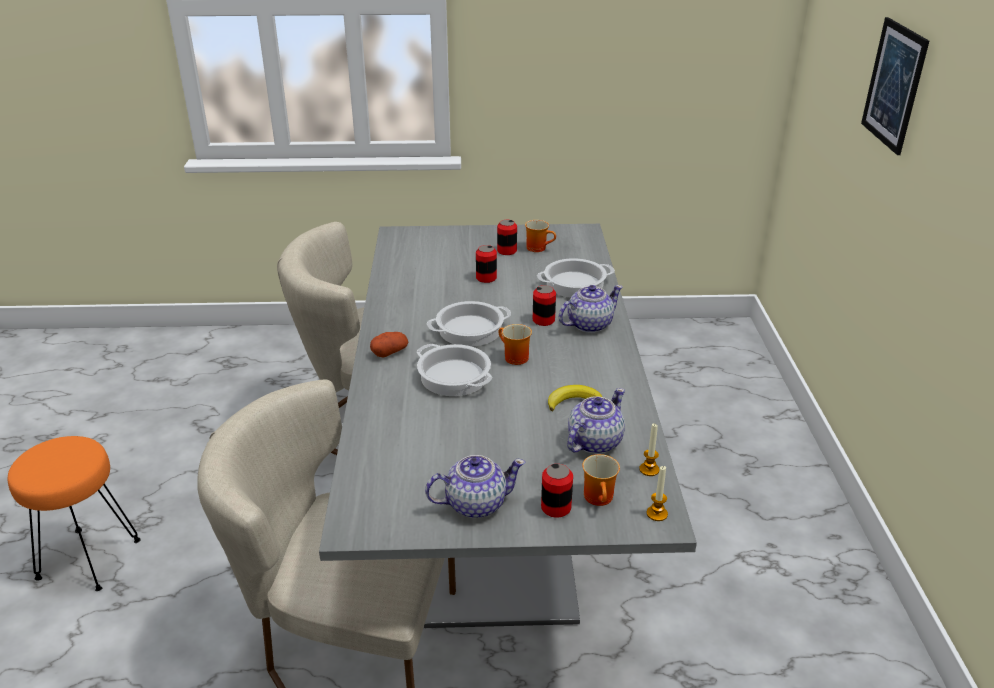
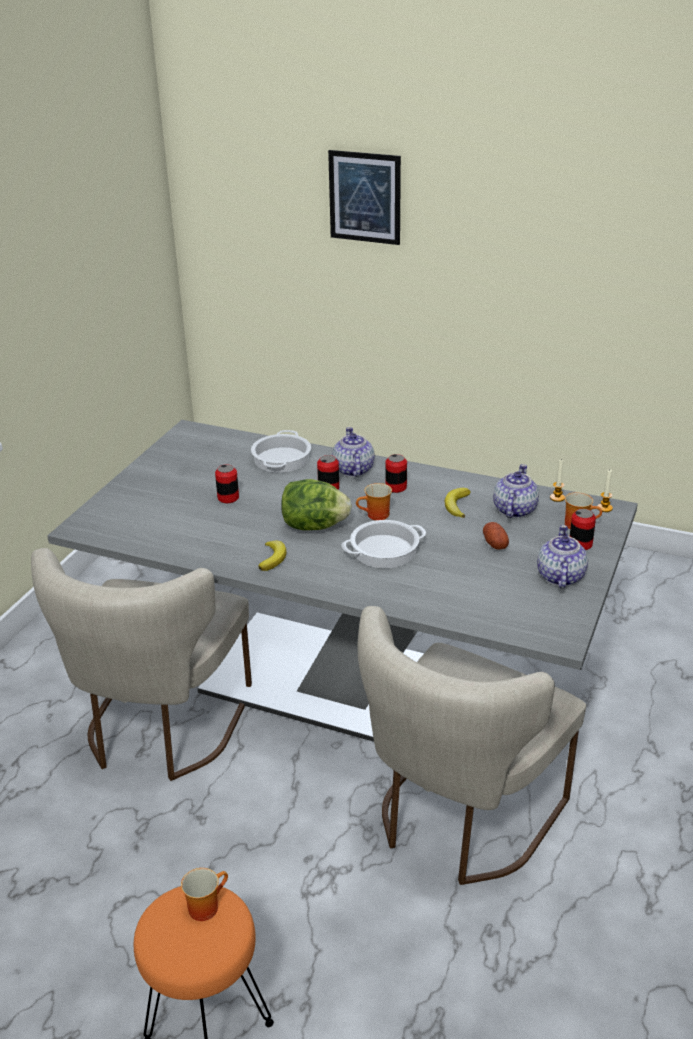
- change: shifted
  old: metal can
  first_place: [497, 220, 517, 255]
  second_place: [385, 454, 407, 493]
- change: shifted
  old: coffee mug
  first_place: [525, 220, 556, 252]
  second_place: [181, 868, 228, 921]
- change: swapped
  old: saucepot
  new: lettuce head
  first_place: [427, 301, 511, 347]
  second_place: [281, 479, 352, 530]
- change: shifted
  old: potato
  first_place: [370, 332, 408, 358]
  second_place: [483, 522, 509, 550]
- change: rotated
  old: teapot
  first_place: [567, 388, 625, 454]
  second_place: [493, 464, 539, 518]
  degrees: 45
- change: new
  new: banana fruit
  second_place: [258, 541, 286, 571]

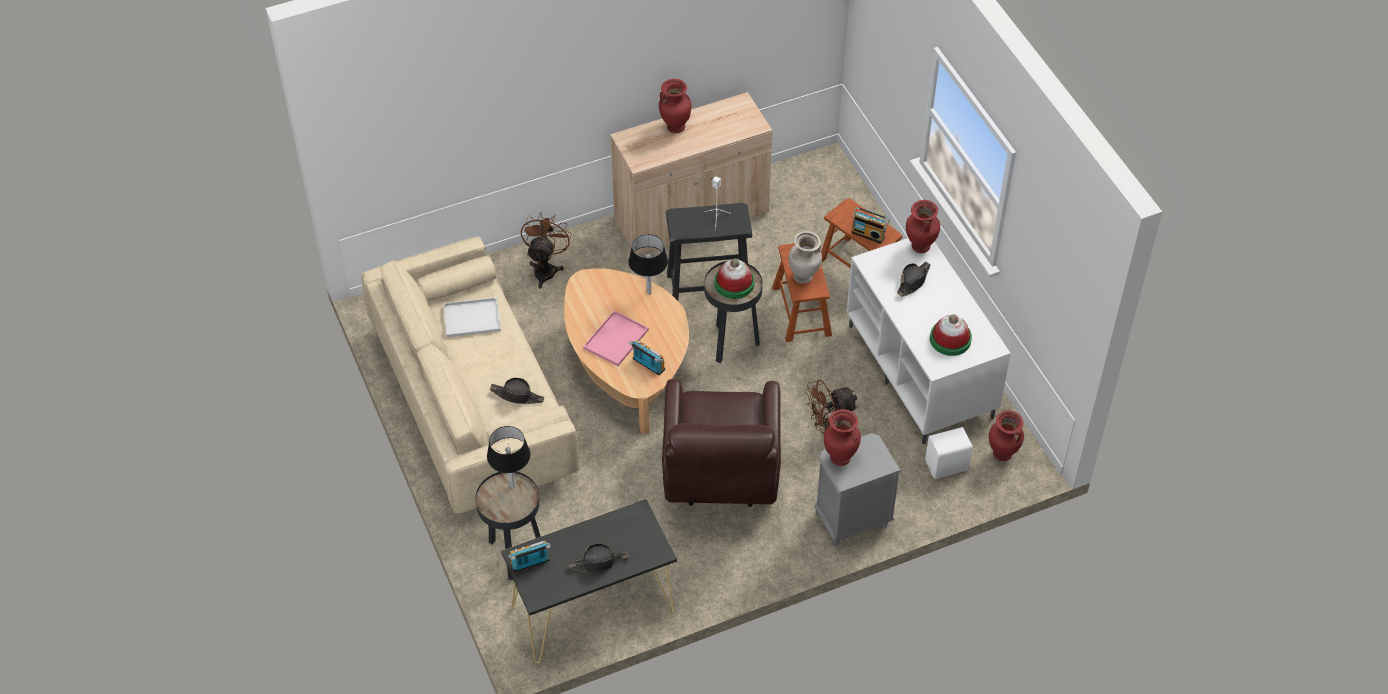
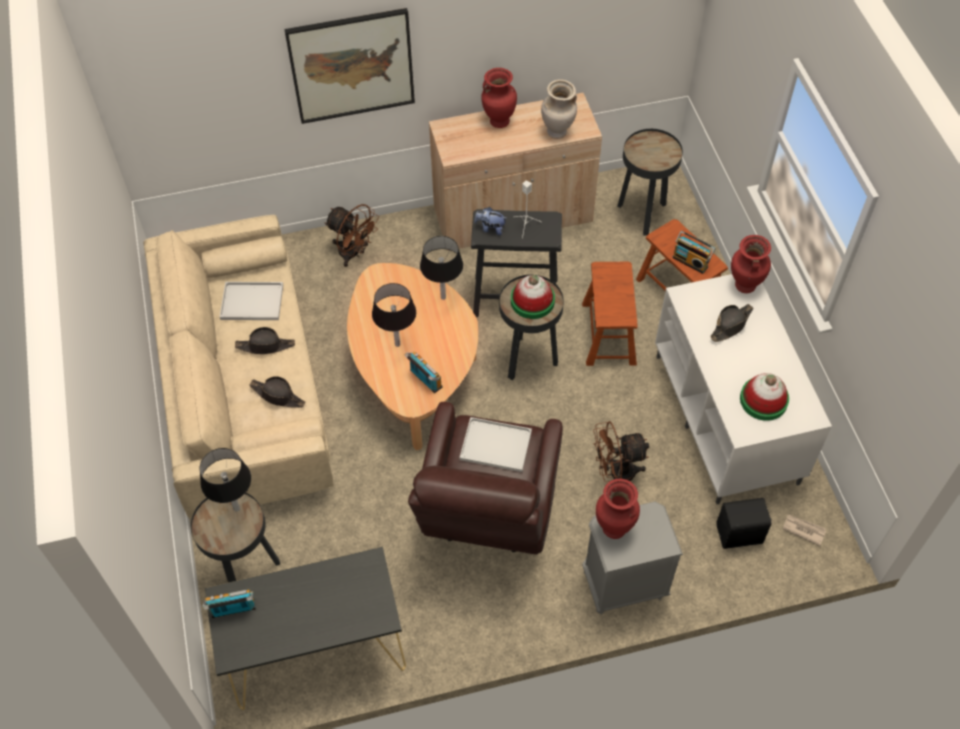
- change: rotated
  old: brown electric fan
  first_place: [521, 212, 572, 288]
  second_place: [325, 204, 379, 267]
  degrees: 105
- change: shifted
  old: beige decorative vase
  first_place: [788, 231, 822, 284]
  second_place: [541, 79, 577, 139]
- change: swapped
  old: pink-coloured serving tray
  new: black lamp for a table
  first_place: [583, 311, 649, 366]
  second_place: [372, 283, 416, 347]
- change: swapped
  old: red-coloured decorative vase
  new: daily paper
  first_place: [989, 410, 1024, 461]
  second_place: [783, 515, 826, 546]
- change: repainted
  old: white loudspeaker
  new: black loudspeaker
  first_place: [925, 427, 972, 479]
  second_place: [716, 498, 772, 549]
- change: shifted
  old: black wearable hat
  first_place: [569, 543, 629, 572]
  second_place: [235, 327, 295, 354]
- change: new
  new: picture
  second_place: [284, 8, 415, 124]
- change: new
  new: black side table
  second_place: [617, 129, 683, 236]
- change: new
  new: cuddly toy
  second_place: [474, 207, 506, 235]
- change: new
  new: white serving tray
  second_place: [460, 417, 532, 472]

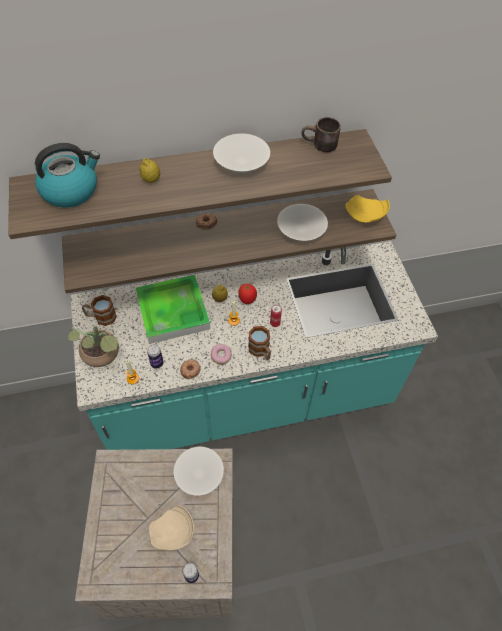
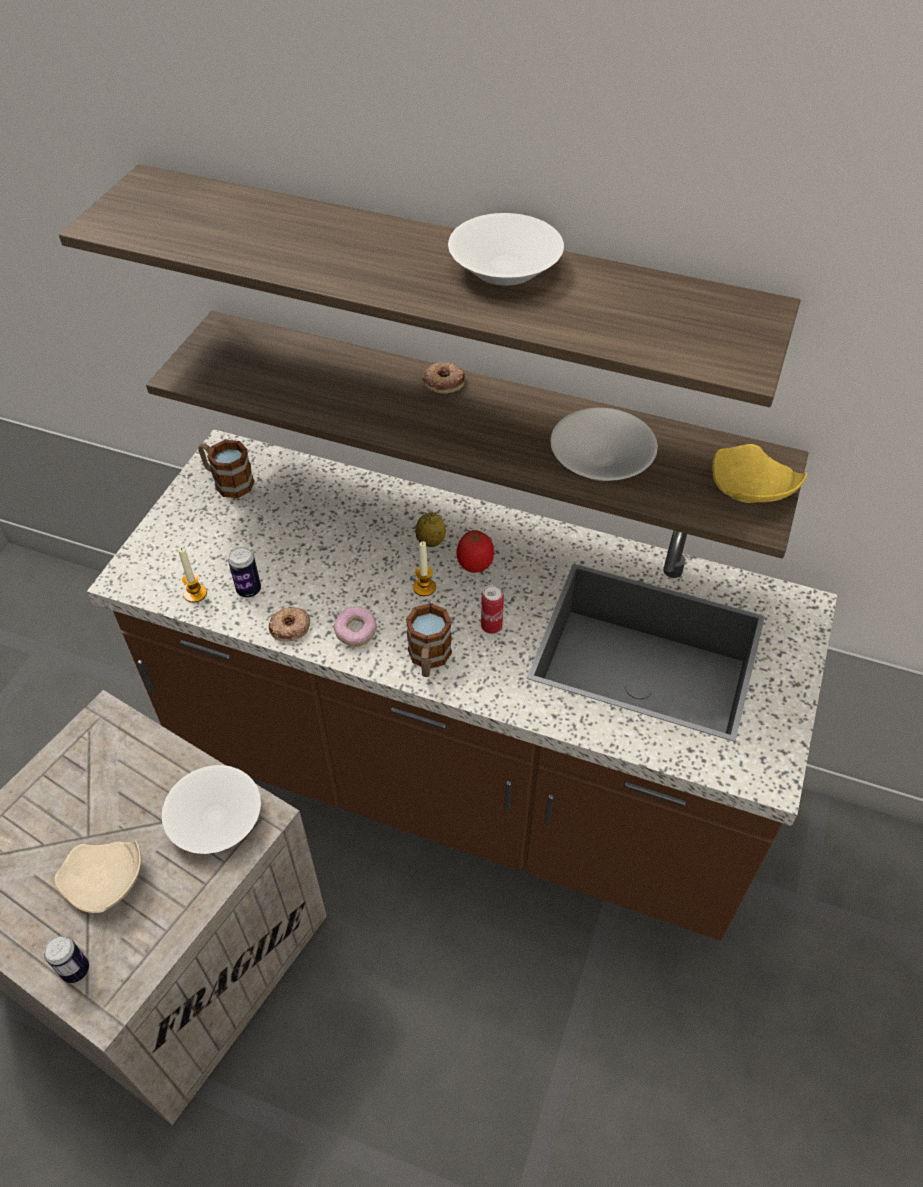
- change: gone
  old: brown coffee mug
  first_place: [301, 117, 341, 152]
- change: gone
  old: kettle
  first_place: [35, 143, 100, 208]
- change: gone
  old: citrus fruit
  first_place: [140, 158, 160, 183]
- change: repainted
  old: turquoise kitchen base unit
  new: brown kitchen base unit
  first_place: [71, 241, 438, 450]
  second_place: [87, 429, 837, 941]
- change: gone
  old: serving tray
  first_place: [136, 275, 210, 344]
- change: gone
  old: houseplant
  first_place: [68, 324, 119, 367]

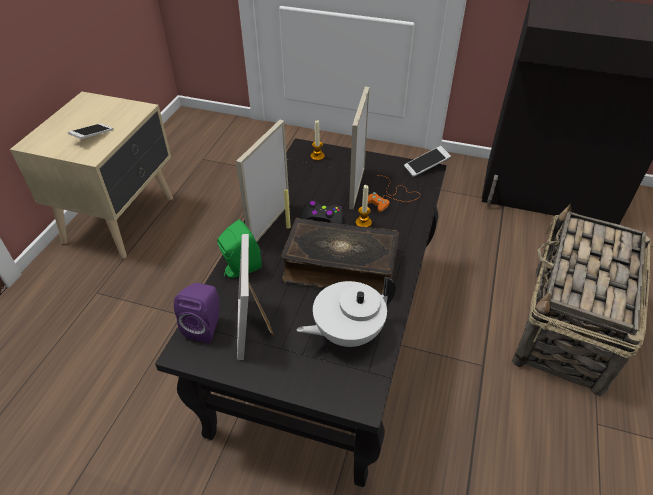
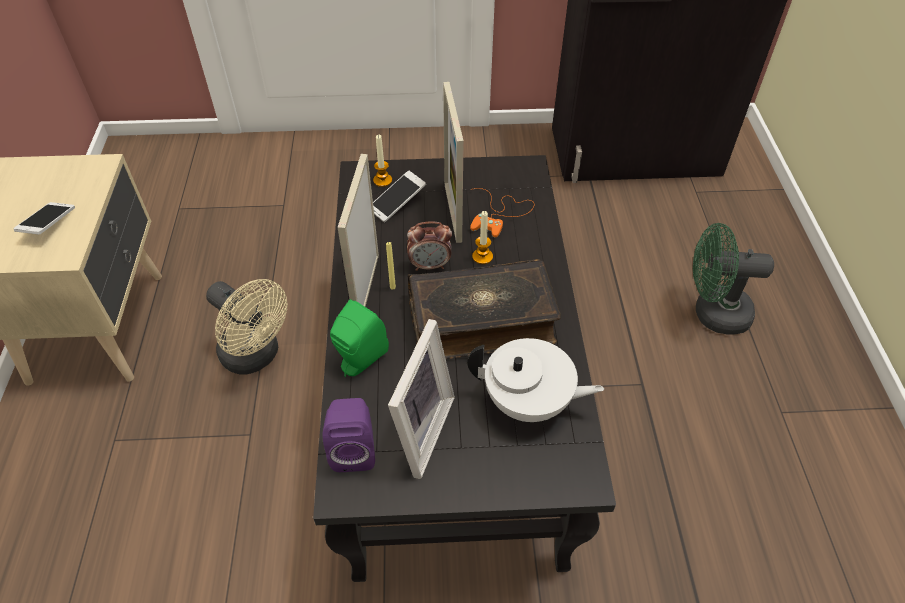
- change: shifted
  old: telephone
  first_place: [404, 146, 451, 177]
  second_place: [373, 171, 426, 222]
- change: swapped
  old: black joypad
  new: alarm clock
  first_place: [299, 201, 343, 224]
  second_place: [407, 221, 452, 271]
- change: swapped
  old: storage basket
  new: green-coloured electric fan
  first_place: [512, 204, 651, 396]
  second_place: [693, 223, 774, 335]
- change: rotated
  old: standing frame
  first_place: [237, 234, 274, 360]
  second_place: [388, 319, 455, 479]
  degrees: -135
- change: rotated
  old: white teapot
  first_place: [297, 277, 396, 347]
  second_place: [467, 338, 604, 422]
  degrees: -120
- change: new
  new: beige electric fan
  second_place: [206, 279, 288, 375]

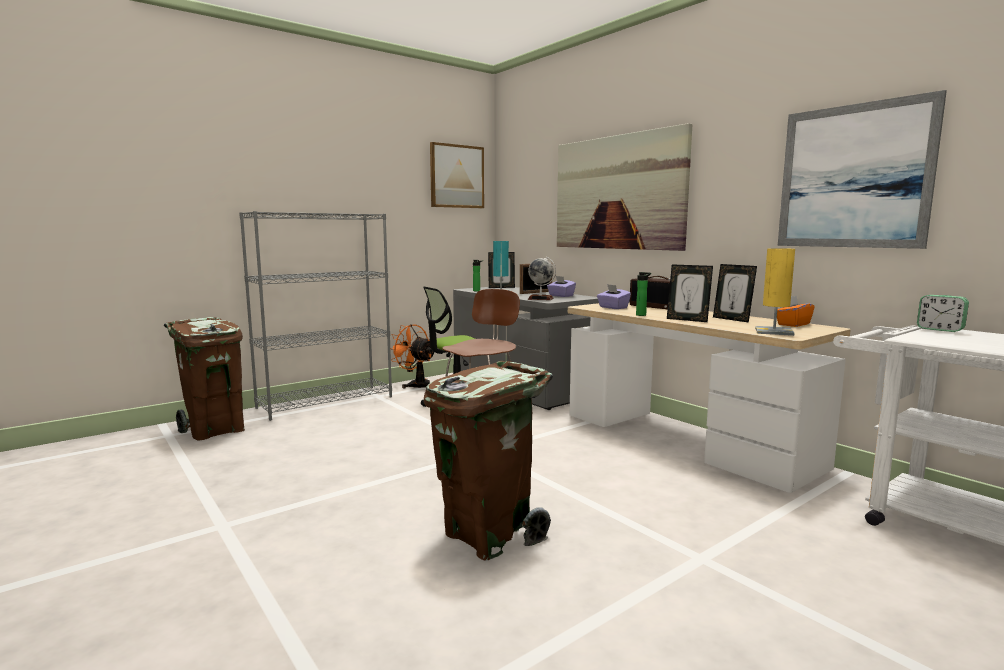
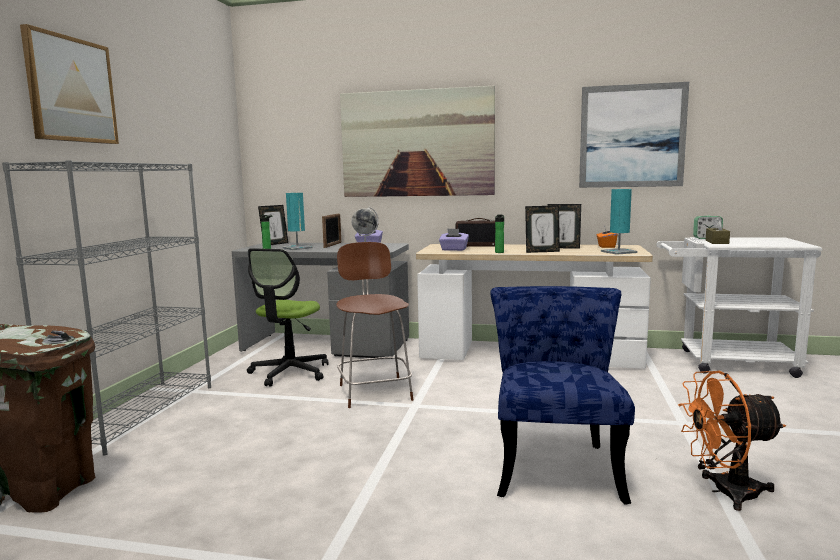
- change: shifted
  old: picture
  first_place: [430, 142, 484, 208]
  second_place: [20, 24, 119, 144]
- change: repainted
  old: yellow-coloured lamp for a table
  new: turquoise lamp for a table
  first_place: [755, 248, 795, 336]
  second_place: [601, 189, 638, 255]
- change: shifted
  old: orange electric fan
  first_place: [390, 325, 434, 388]
  second_place: [678, 371, 786, 511]
- change: swapped
  old: brown waste bin
  new: blue plain chair
  first_place: [424, 361, 553, 561]
  second_place: [490, 286, 635, 504]
- change: new
  new: brown tissue box
  second_place: [706, 217, 730, 244]

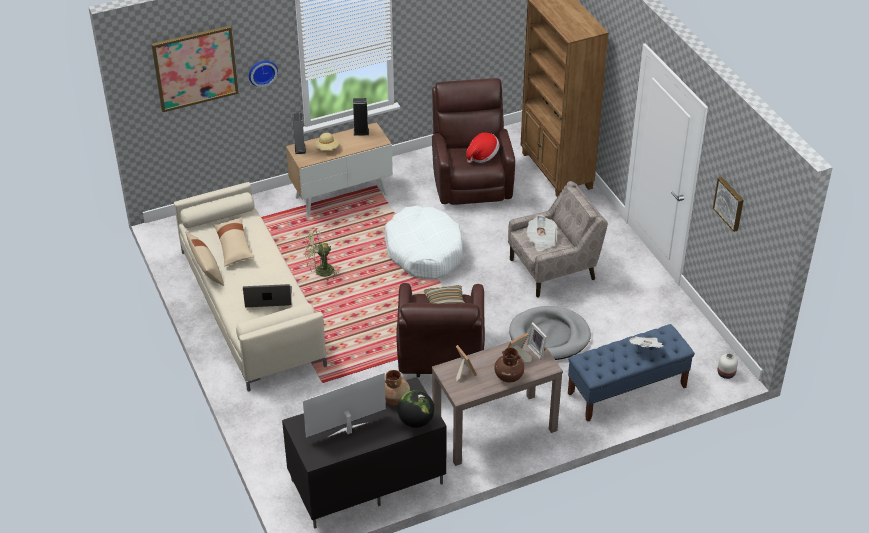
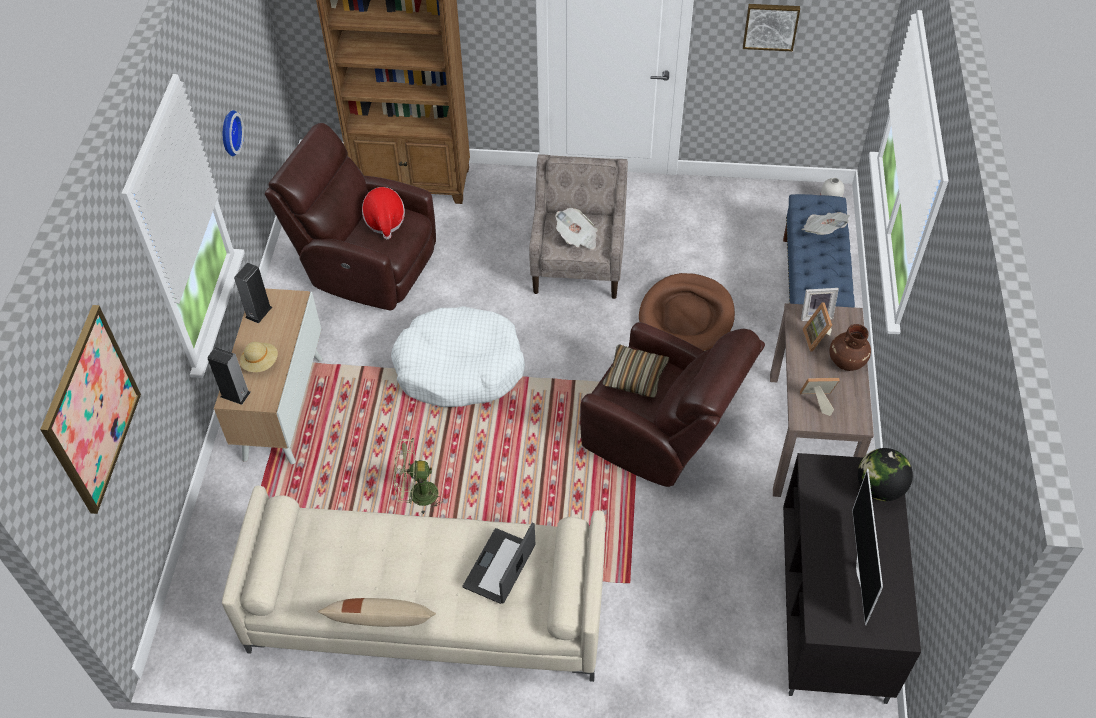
- change: shifted
  old: clock on the wall
  first_place: [249, 60, 278, 87]
  second_place: [223, 110, 244, 156]
- change: gone
  old: beige pillow
  first_place: [213, 217, 254, 266]
- change: rotated
  old: green-coloured electric fan
  first_place: [304, 229, 339, 281]
  second_place: [394, 438, 444, 514]
  degrees: 75
- change: repainted
  old: grey dog bed
  new: brown dog bed
  first_place: [509, 306, 591, 360]
  second_place: [639, 273, 735, 351]
- change: gone
  old: brown decorative vase
  first_place: [385, 370, 410, 405]

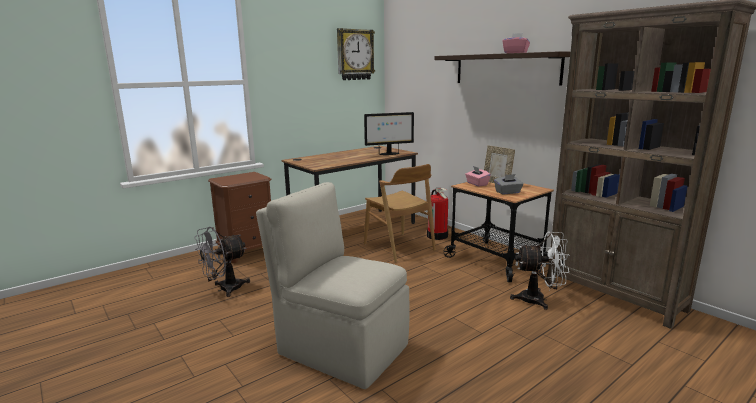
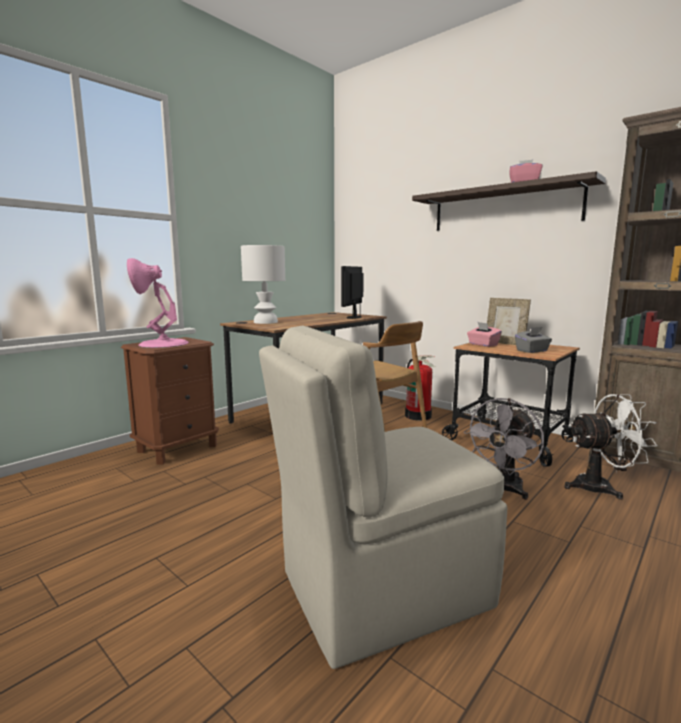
- change: gone
  old: clock on the wall
  first_place: [337, 28, 375, 80]
- change: rotated
  old: computer display
  first_place: [364, 112, 414, 155]
  second_place: [341, 266, 364, 319]
  degrees: 135
- change: rotated
  old: beige plain chair
  first_place: [256, 182, 409, 389]
  second_place: [259, 326, 507, 669]
  degrees: -45
- change: shifted
  old: grey electric fan
  first_place: [194, 227, 250, 297]
  second_place: [464, 398, 544, 500]
- change: new
  new: white lamp for a table
  second_place: [241, 245, 285, 324]
- change: new
  new: pink-coloured lamp for a table
  second_place: [127, 258, 189, 348]

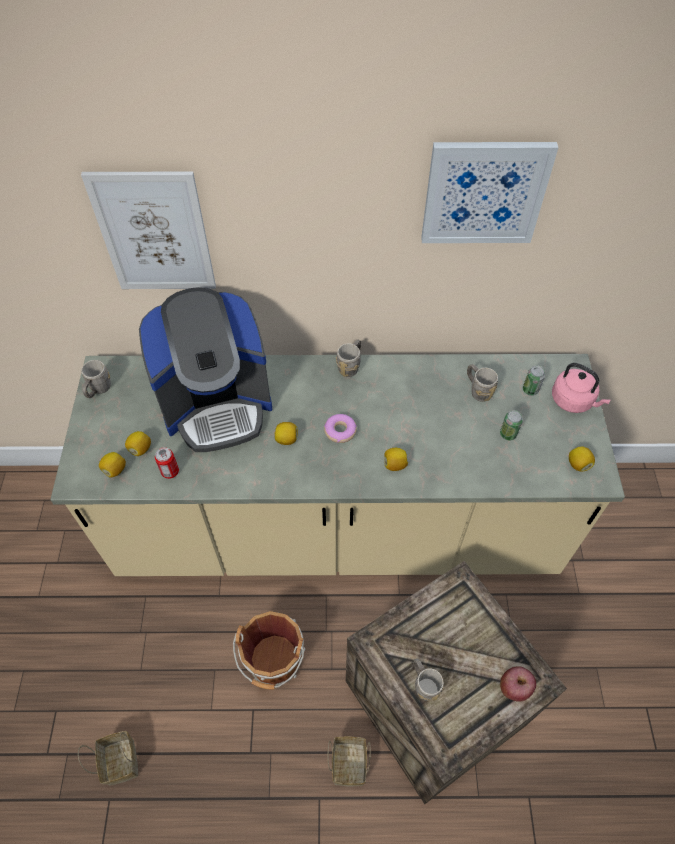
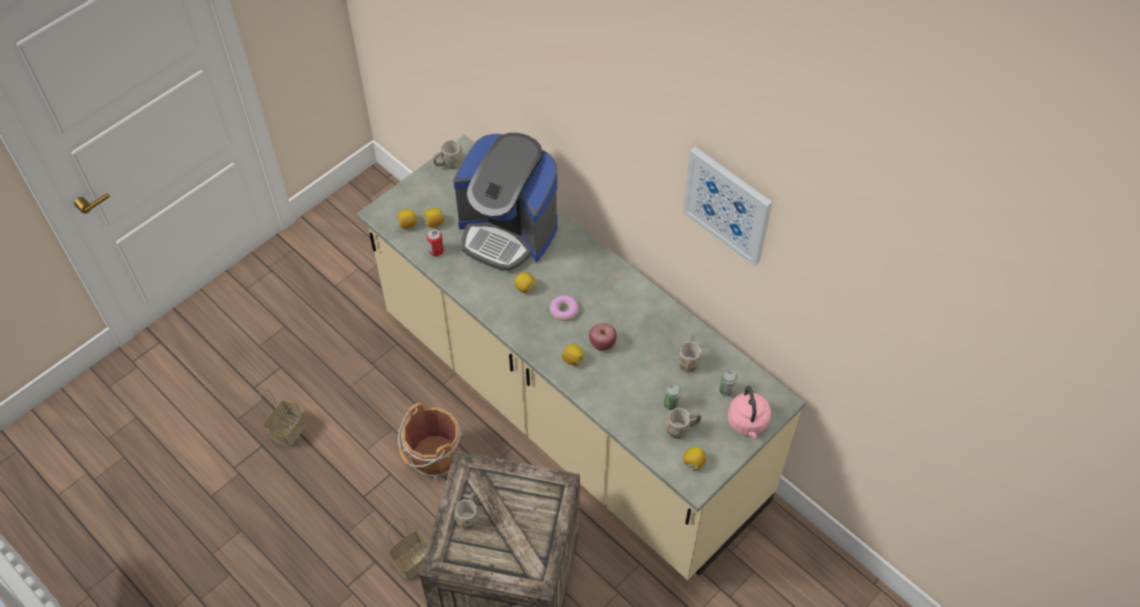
- change: gone
  old: picture
  first_place: [81, 171, 216, 289]
- change: shifted
  old: grey coffee mug
  first_place: [336, 339, 361, 377]
  second_place: [666, 408, 701, 439]
- change: shifted
  old: whole apple
  first_place: [500, 666, 536, 702]
  second_place: [589, 323, 617, 350]

